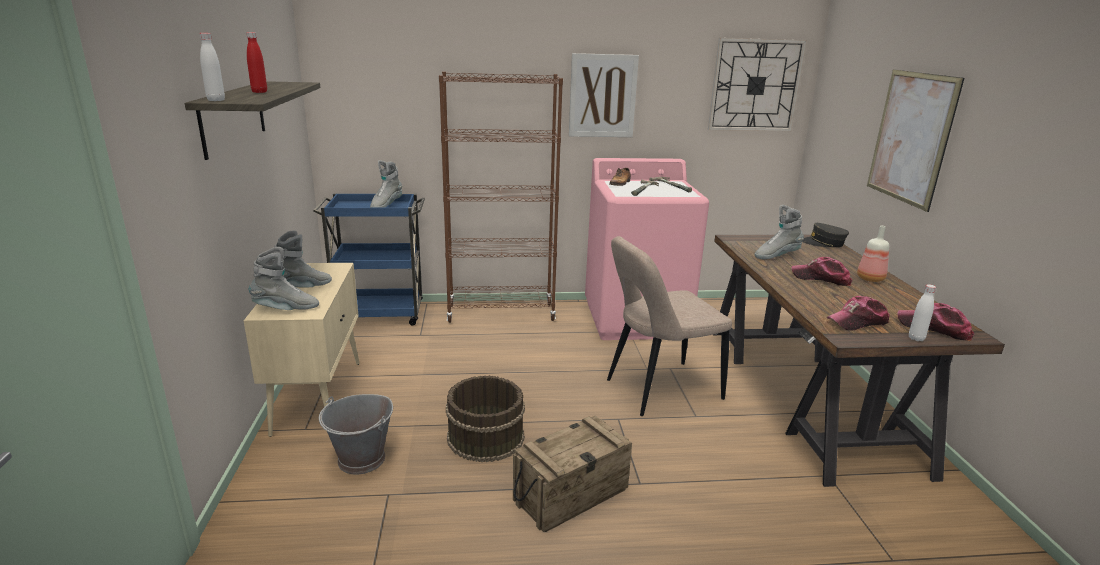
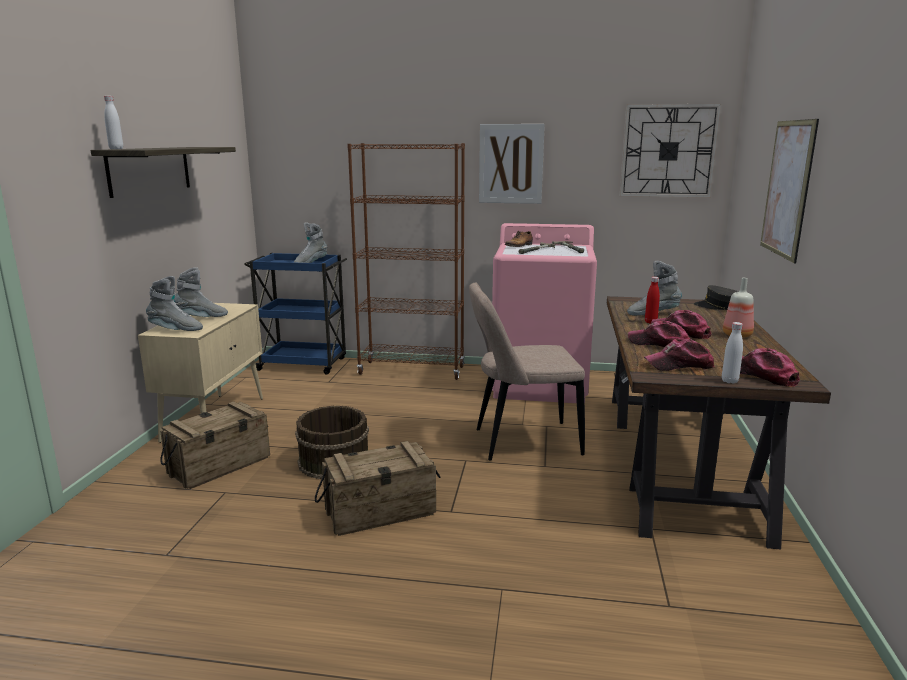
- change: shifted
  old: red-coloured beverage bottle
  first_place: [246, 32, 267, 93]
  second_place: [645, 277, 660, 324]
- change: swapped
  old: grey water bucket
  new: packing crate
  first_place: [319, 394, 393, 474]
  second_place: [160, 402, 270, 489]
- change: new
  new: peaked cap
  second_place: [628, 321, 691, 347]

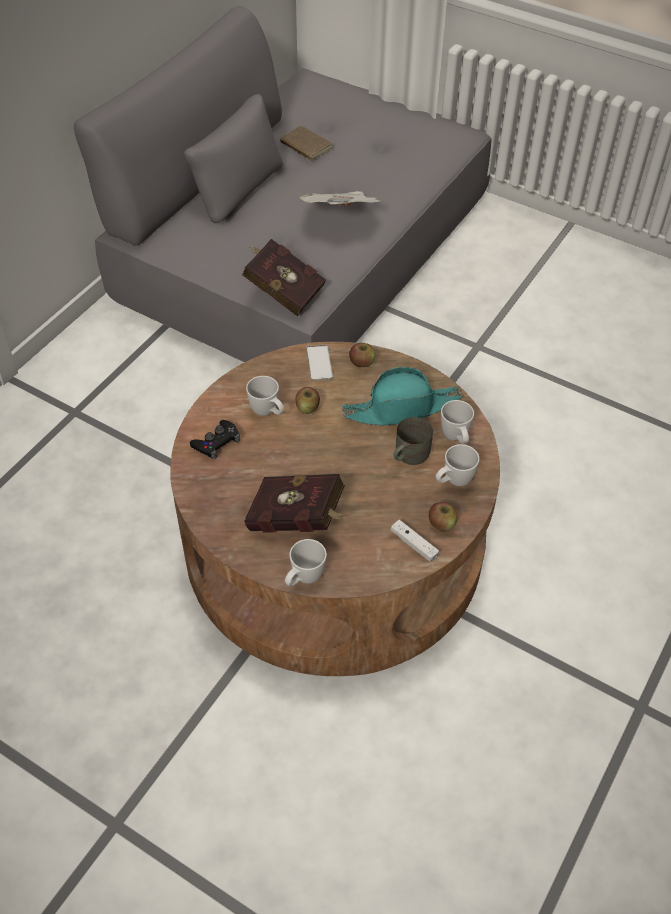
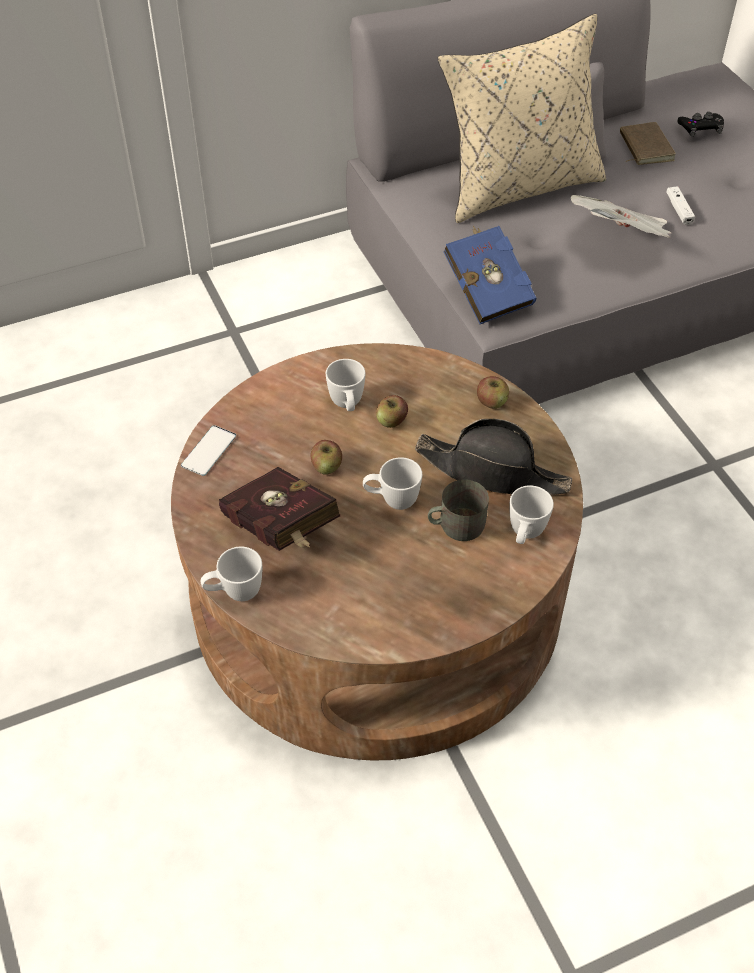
- change: repainted
  old: red-coloured volume
  new: blue volume
  first_place: [242, 239, 326, 316]
  second_place: [444, 226, 537, 324]
- change: shifted
  old: telephone
  first_place: [307, 345, 333, 380]
  second_place: [181, 425, 236, 476]
- change: repainted
  old: turquoise wearable hat
  new: black wearable hat
  first_place: [342, 367, 462, 426]
  second_place: [415, 419, 572, 495]
- change: shifted
  old: black joypad
  first_place: [190, 420, 240, 459]
  second_place: [677, 112, 724, 137]
- change: shifted
  old: white coffee mug
  first_place: [435, 444, 479, 486]
  second_place: [363, 457, 422, 510]
- change: shifted
  old: whole apple
  first_place: [429, 502, 458, 531]
  second_place: [310, 440, 342, 475]
- change: shifted
  old: white joypad
  first_place: [391, 520, 439, 562]
  second_place: [666, 186, 695, 225]
- change: new
  new: beige pillow
  second_place: [438, 14, 606, 223]

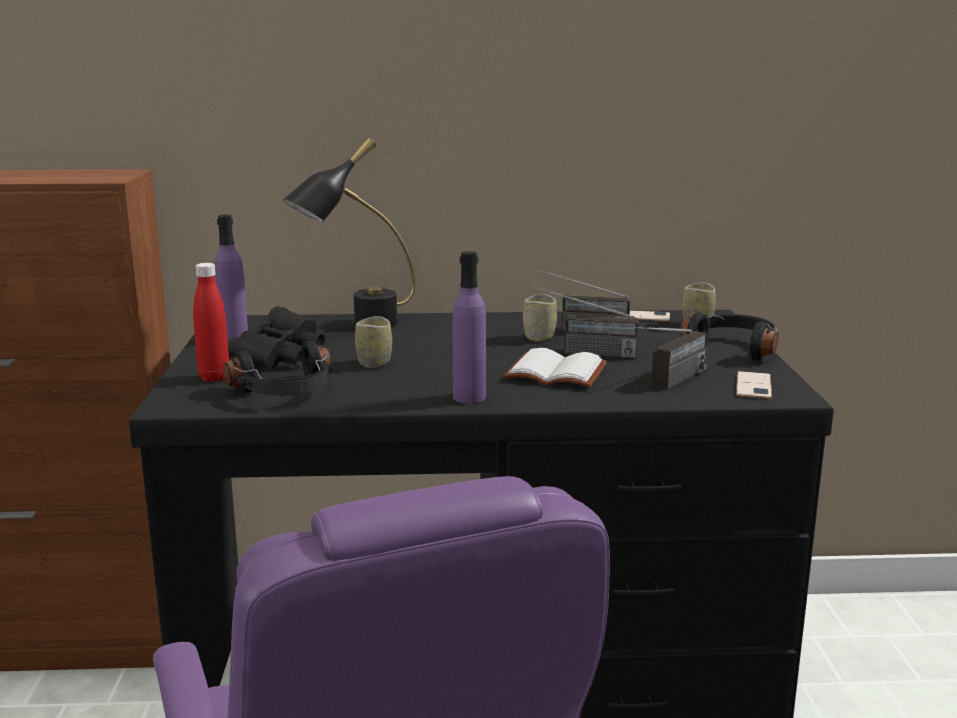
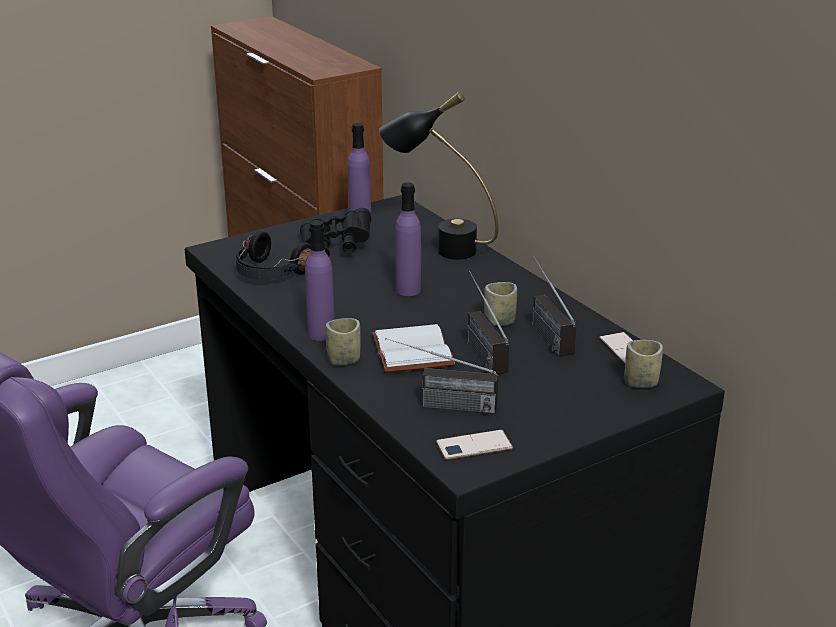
- change: gone
  old: red-coloured beverage bottle
  first_place: [193, 263, 229, 382]
- change: gone
  old: black headset
  first_place: [680, 312, 779, 360]
- change: shifted
  old: small cup
  first_place: [355, 316, 392, 368]
  second_place: [326, 318, 361, 365]
- change: new
  new: purple beverage bottle
  second_place: [395, 182, 421, 296]

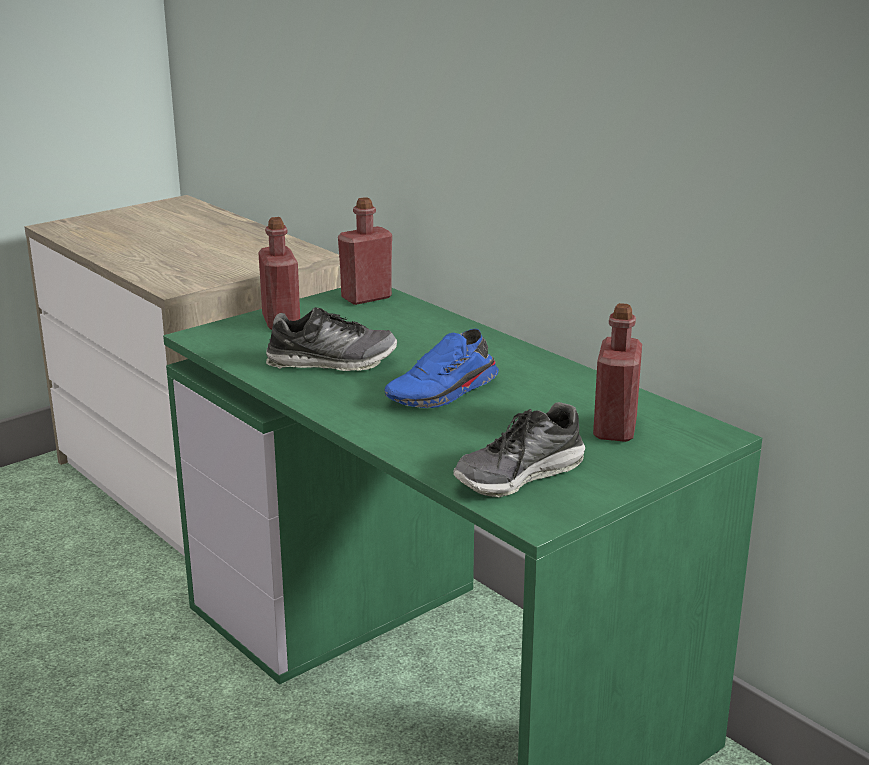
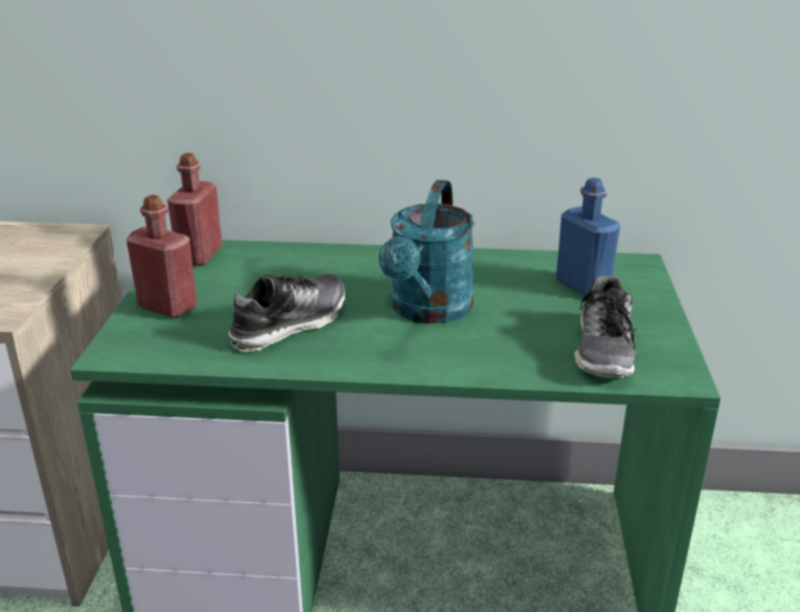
- change: repainted
  old: red-coloured beverage bottle
  new: blue beverage bottle
  first_place: [593, 303, 642, 442]
  second_place: [556, 178, 620, 296]
- change: swapped
  old: blue item of footwear
  new: turquoise sprinkling can
  first_place: [384, 329, 499, 408]
  second_place: [379, 180, 475, 324]

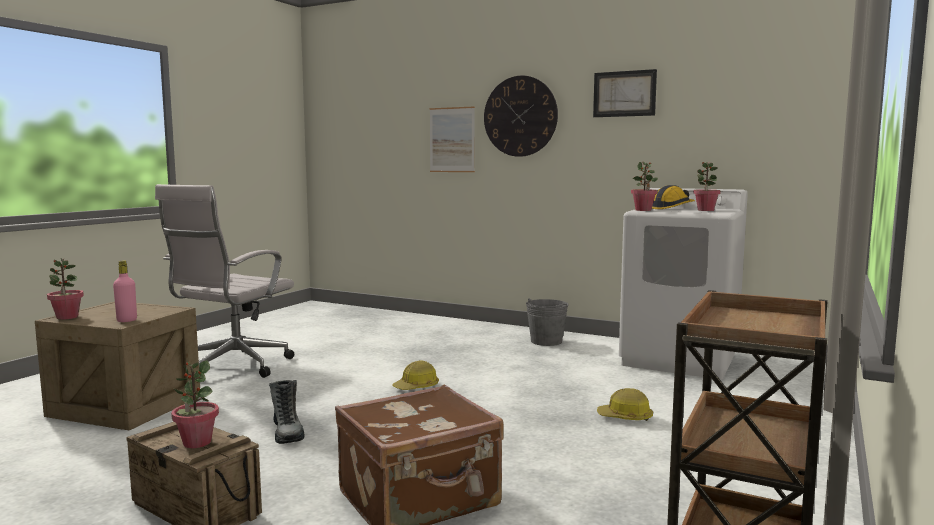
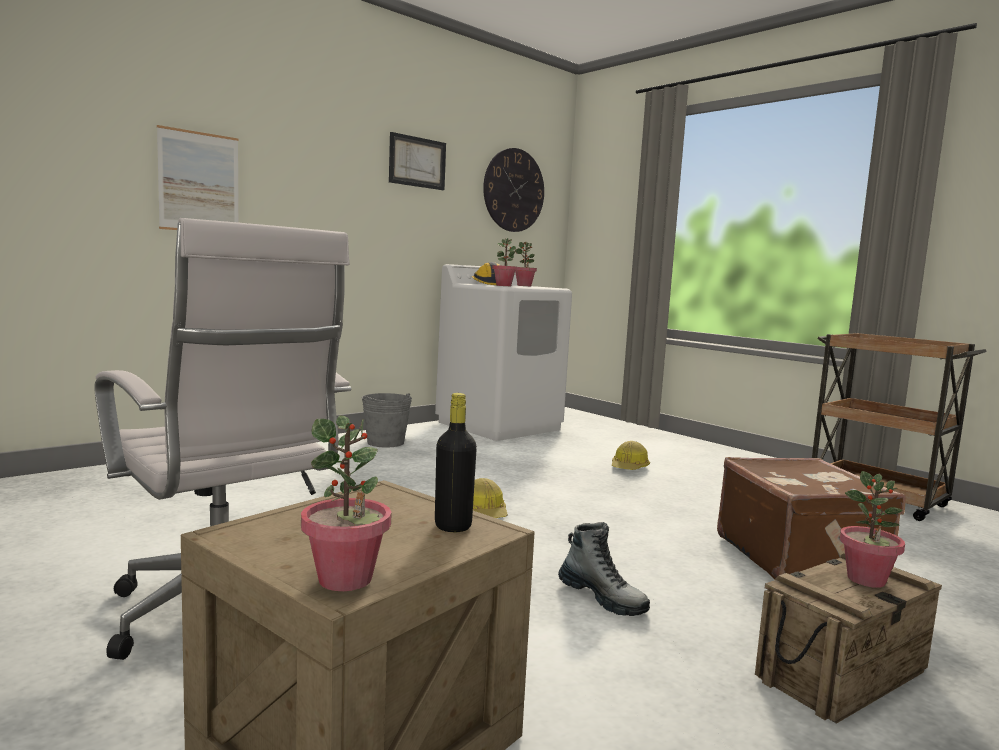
- change: shifted
  old: clock on the wall
  first_place: [484, 75, 558, 157]
  second_place: [483, 148, 544, 232]
- change: repainted
  old: pink-coloured beverage bottle
  new: black beverage bottle
  first_place: [113, 261, 137, 322]
  second_place: [435, 393, 477, 532]
- change: rotated
  old: boot
  first_place: [269, 380, 305, 444]
  second_place: [558, 522, 650, 616]
  degrees: 45

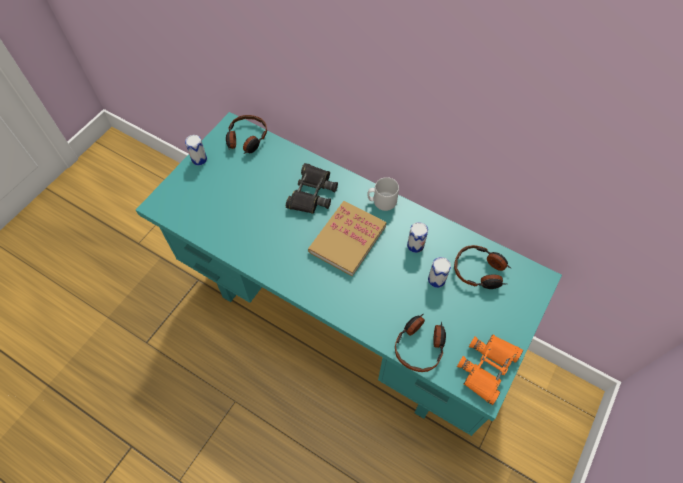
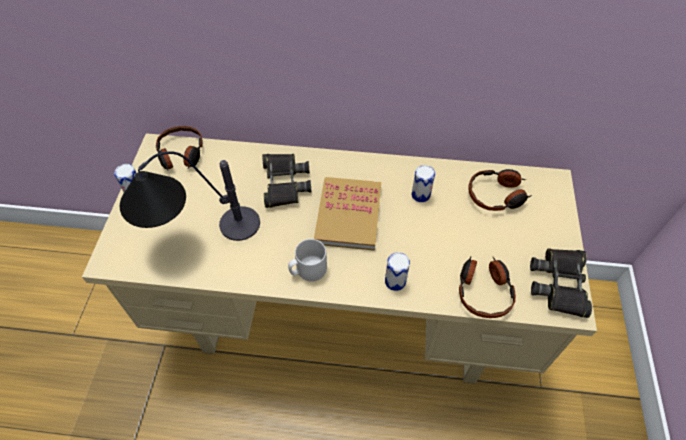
- change: repainted
  old: turquoise desk
  new: beige desk
  first_place: [136, 112, 562, 436]
  second_place: [82, 133, 597, 384]
- change: shifted
  old: grey coffee mug
  first_place: [367, 177, 399, 211]
  second_place: [288, 239, 327, 281]
- change: shifted
  old: metal can
  first_place: [428, 257, 451, 288]
  second_place: [385, 252, 410, 291]
- change: repainted
  old: orange pair of binoculars
  new: black pair of binoculars
  first_place: [457, 335, 523, 405]
  second_place: [530, 248, 592, 318]
- change: new
  new: lamp for a table
  second_place: [120, 151, 260, 241]

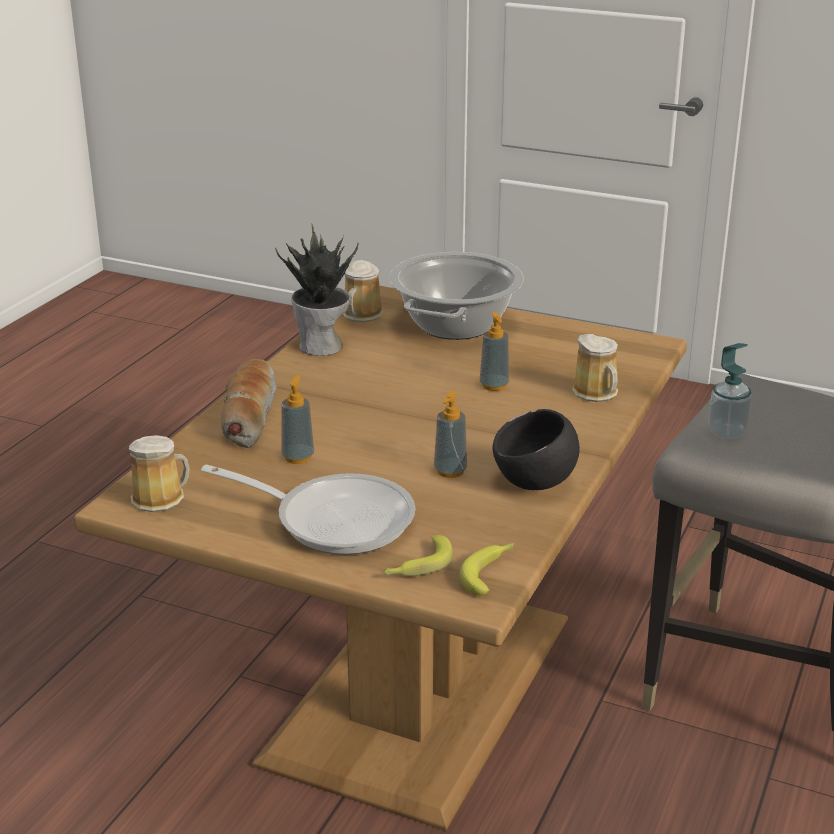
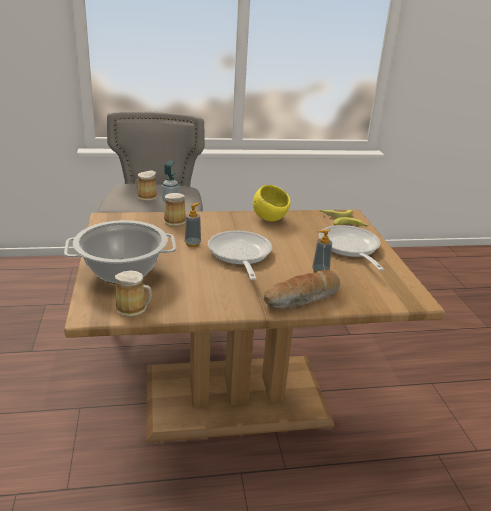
- change: gone
  old: houseplant
  first_place: [275, 223, 358, 356]
- change: gone
  old: liquid soap bottle
  first_place: [434, 391, 467, 478]
- change: repainted
  old: black bowl
  new: yellow-coloured bowl
  first_place: [493, 409, 580, 490]
  second_place: [253, 185, 291, 221]
- change: shifted
  old: coffee mug
  first_place: [129, 435, 190, 512]
  second_place: [135, 170, 158, 201]
- change: new
  new: skillet
  second_place: [208, 231, 272, 280]

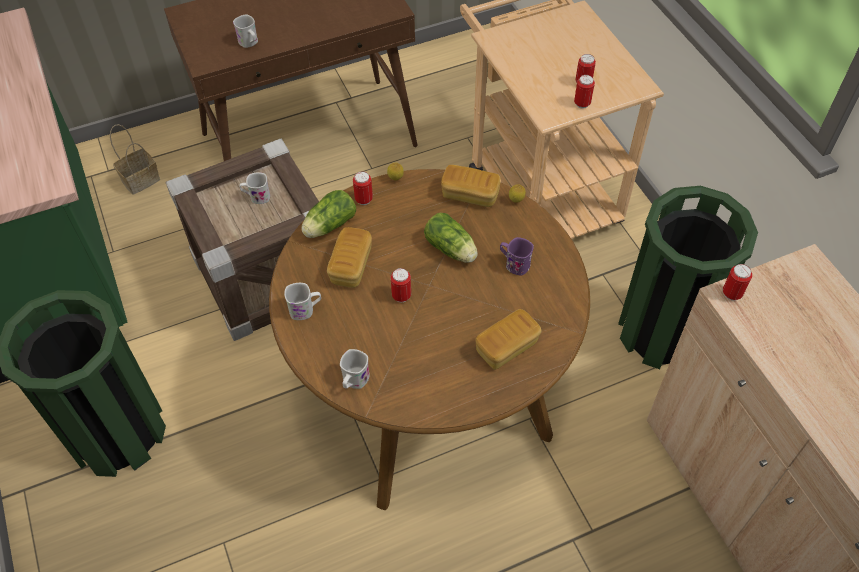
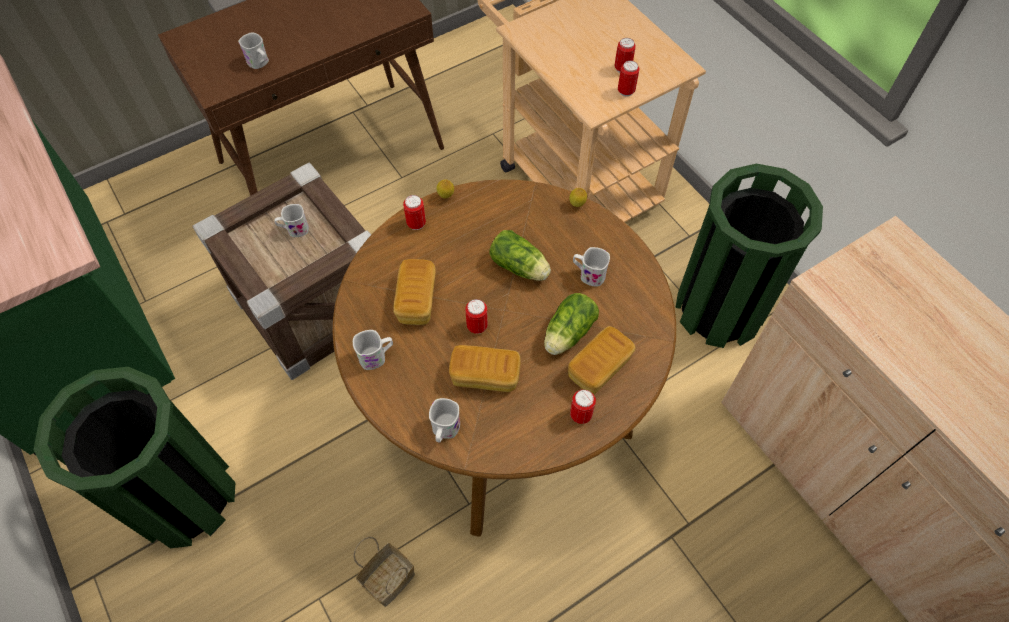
- change: shifted
  old: storage basket
  first_place: [110, 124, 160, 195]
  second_place: [353, 537, 415, 607]
- change: shifted
  old: bakery bread
  first_place: [441, 165, 501, 207]
  second_place: [449, 345, 521, 392]
- change: shifted
  old: lettuce head
  first_place: [301, 190, 356, 238]
  second_place: [544, 293, 599, 355]
- change: repainted
  old: purple coffee mug
  new: white coffee mug
  first_place: [500, 237, 534, 276]
  second_place: [573, 247, 610, 287]
- change: shifted
  old: metal can
  first_place: [723, 264, 752, 301]
  second_place: [570, 390, 596, 424]

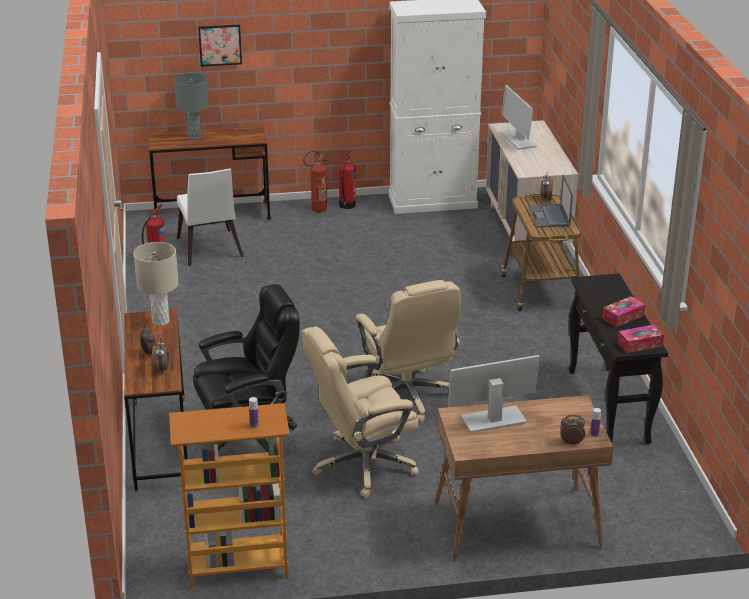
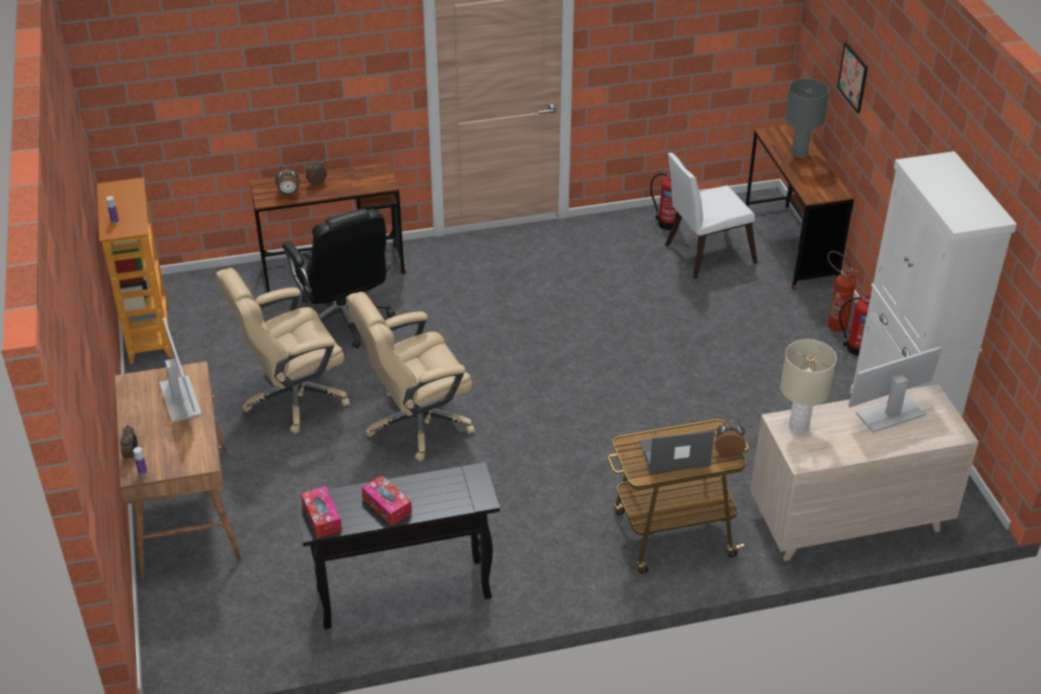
- change: shifted
  old: beige lamp for a table
  first_place: [133, 242, 179, 326]
  second_place: [780, 339, 837, 434]
- change: rotated
  old: beige office chair
  first_place: [302, 326, 419, 498]
  second_place: [216, 268, 350, 434]
  degrees: -90

